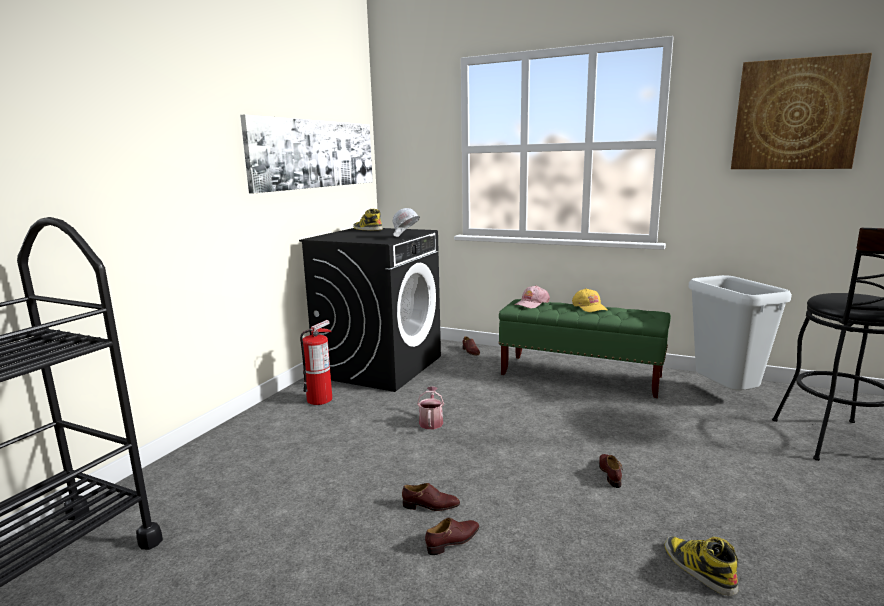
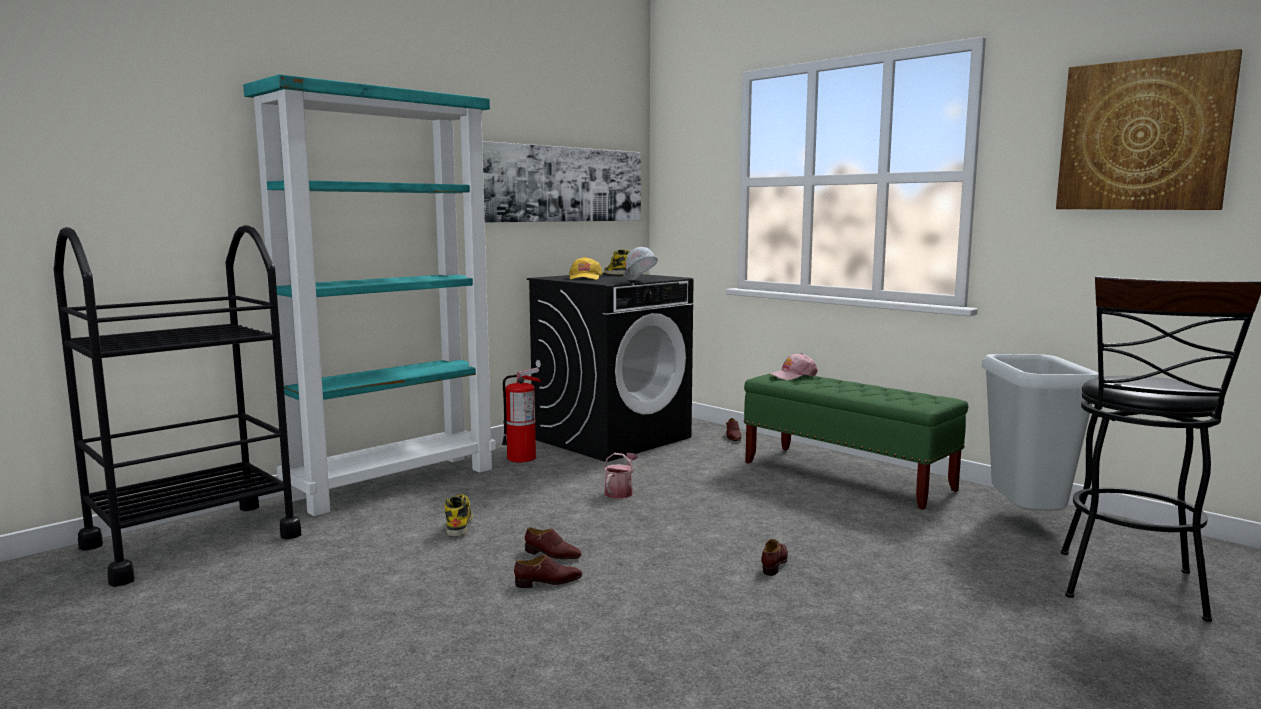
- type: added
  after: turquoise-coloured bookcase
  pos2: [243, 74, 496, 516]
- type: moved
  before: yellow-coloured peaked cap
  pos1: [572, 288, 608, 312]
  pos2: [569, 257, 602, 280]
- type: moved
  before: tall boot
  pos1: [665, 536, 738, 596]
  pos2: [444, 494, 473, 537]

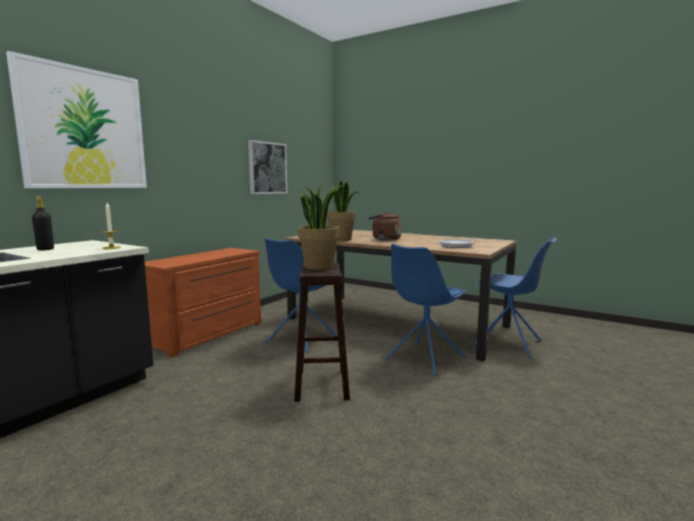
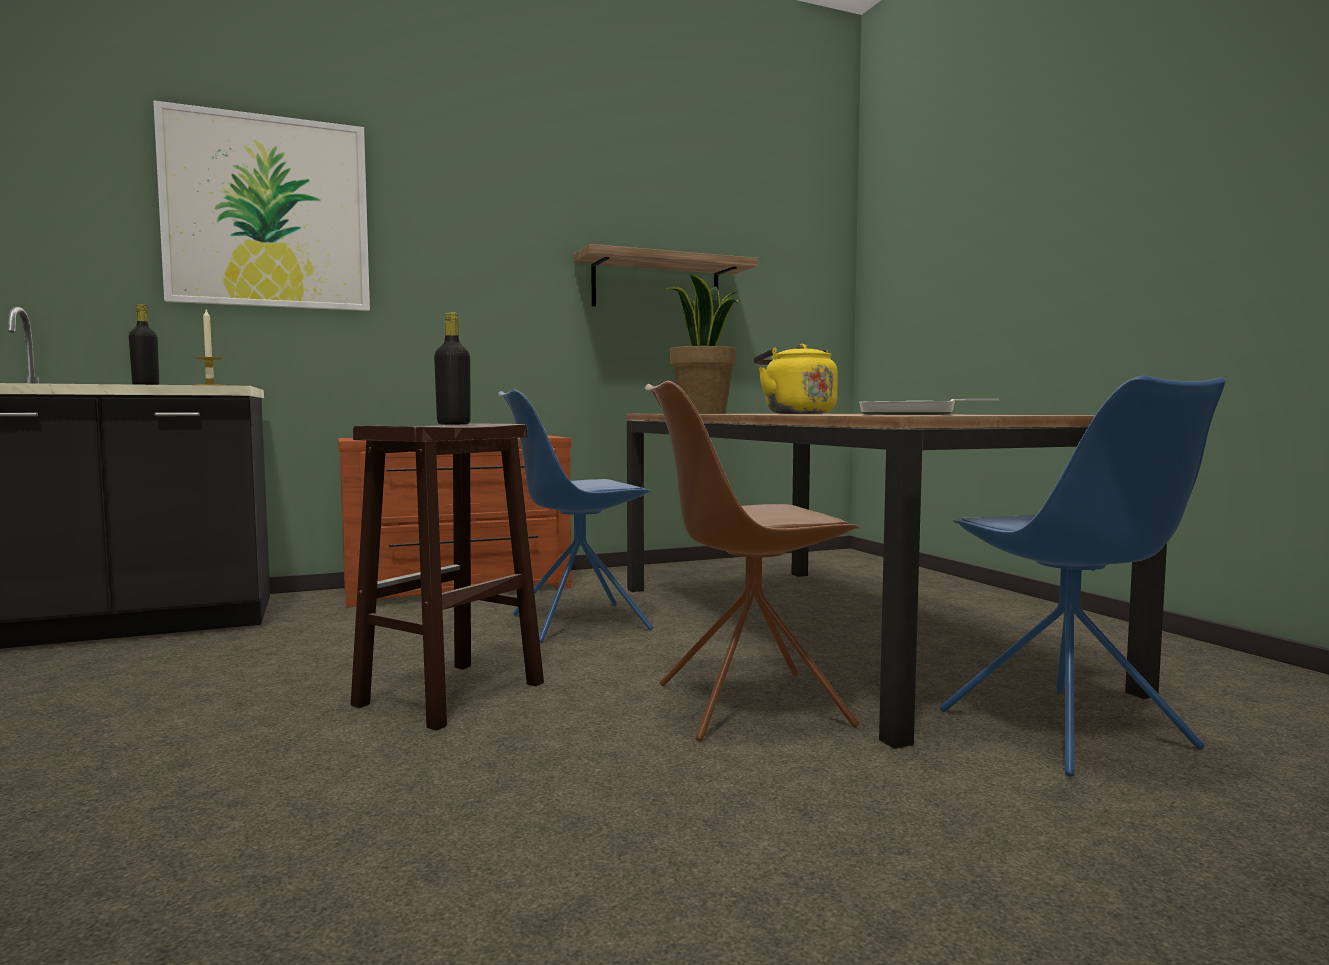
- type: replaced
  before: wall picture
  after: shelf
  pos1: [248, 140, 287, 194]
  pos2: [573, 244, 758, 307]
- type: replaced
  before: houseplant
  after: black-coloured beverage bottle
  pos1: [295, 184, 344, 270]
  pos2: [434, 312, 471, 425]
- type: recoloured
  before: brown water kettle
  after: yellow-coloured water kettle
  pos1: [368, 212, 401, 241]
  pos2: [754, 344, 838, 414]
- type: recoloured
  before: blue plain chair
  after: brown plain chair
  pos1: [385, 244, 466, 376]
  pos2: [645, 381, 860, 742]

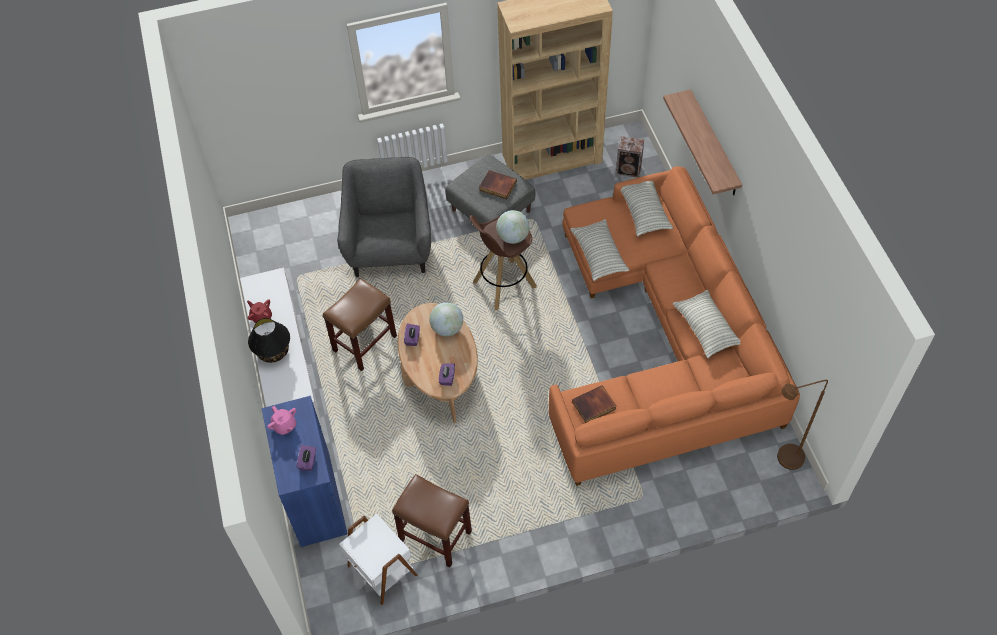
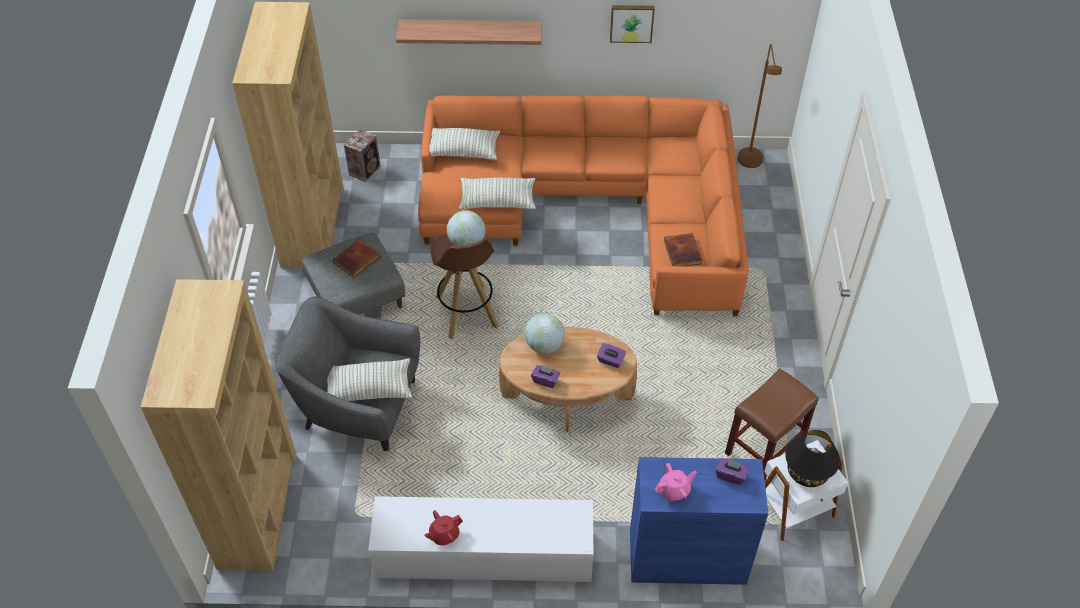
- type: removed
  before: brown sitting stool
  pos1: [323, 278, 397, 371]
- type: added
  after: brown bookcase
  pos2: [141, 279, 296, 570]
- type: added
  after: wall picture
  pos2: [610, 5, 655, 43]
- type: moved
  before: black-coloured lamp for a table
  pos1: [248, 318, 290, 363]
  pos2: [785, 430, 840, 487]
- type: moved
  before: throw pillow
  pos1: [673, 290, 740, 358]
  pos2: [327, 358, 412, 401]

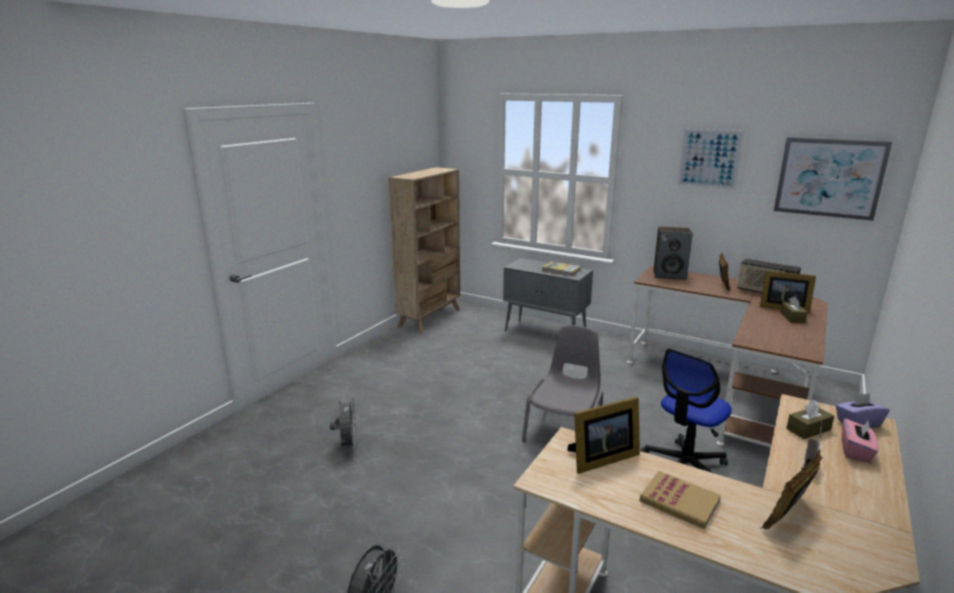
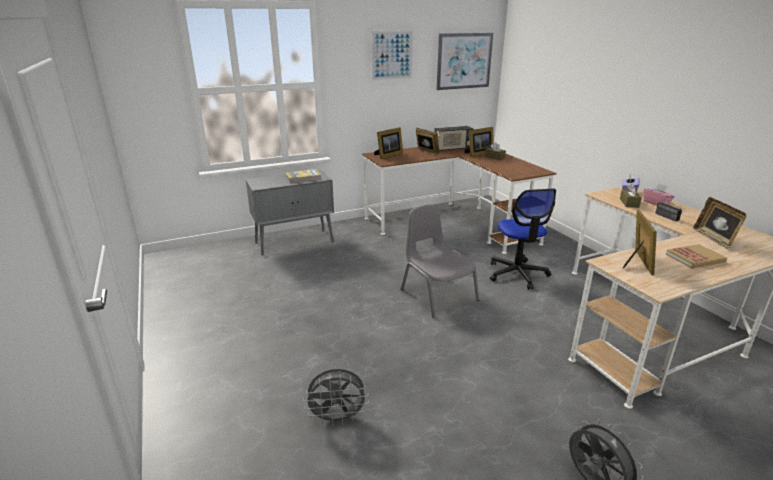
- type: removed
  before: sand-coloured bookcase
  pos1: [388, 167, 460, 333]
- type: replaced
  before: audio speaker
  after: standing frame
  pos1: [654, 227, 693, 280]
  pos2: [374, 127, 403, 159]
- type: turned
  before: greyish cooling fan
  pos1: [330, 396, 357, 451]
  pos2: [303, 369, 369, 425]
  turn: 150

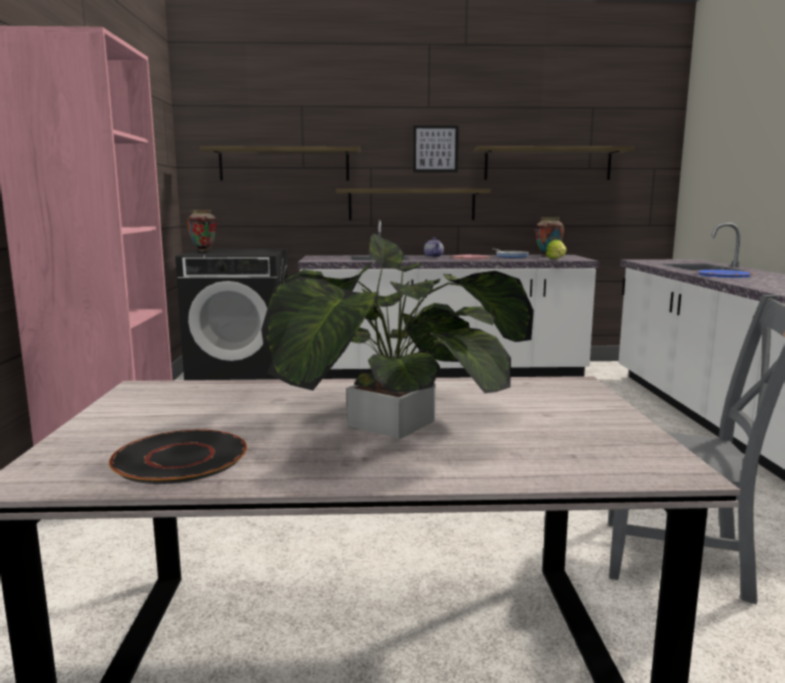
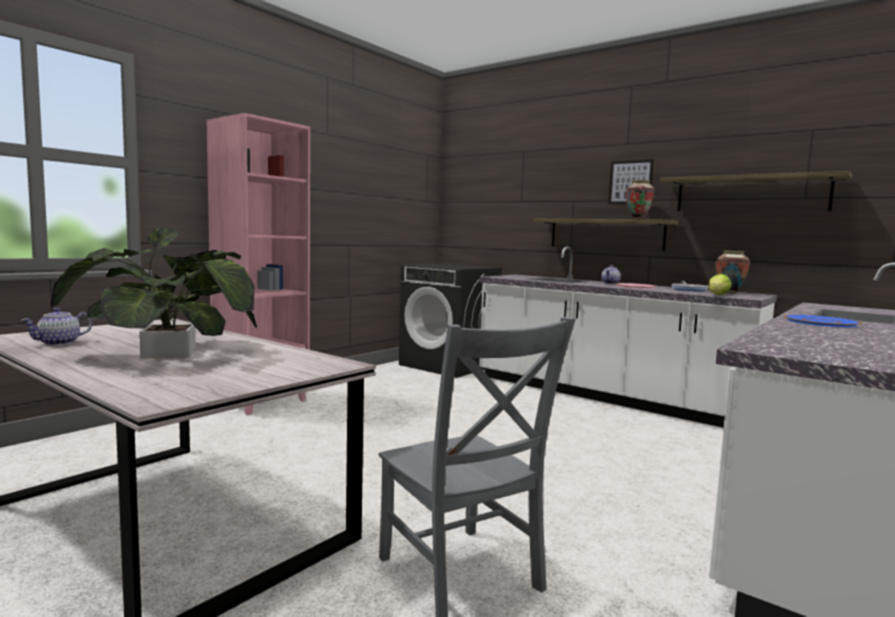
- type: removed
  before: shelf
  pos1: [200, 146, 360, 181]
- type: moved
  before: flower vase
  pos1: [187, 210, 217, 251]
  pos2: [626, 180, 655, 219]
- type: replaced
  before: black-coloured dinner plate
  after: pot for tea
  pos1: [109, 430, 247, 484]
  pos2: [21, 308, 92, 345]

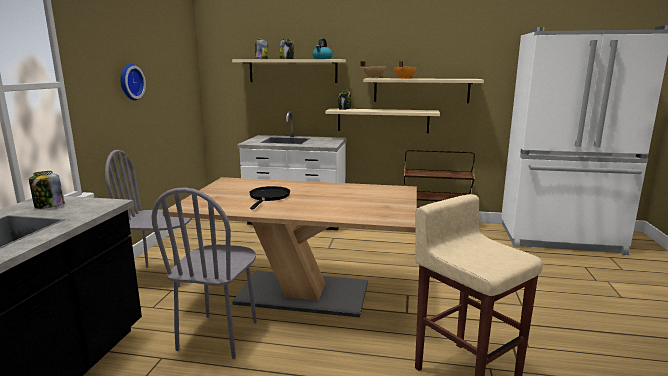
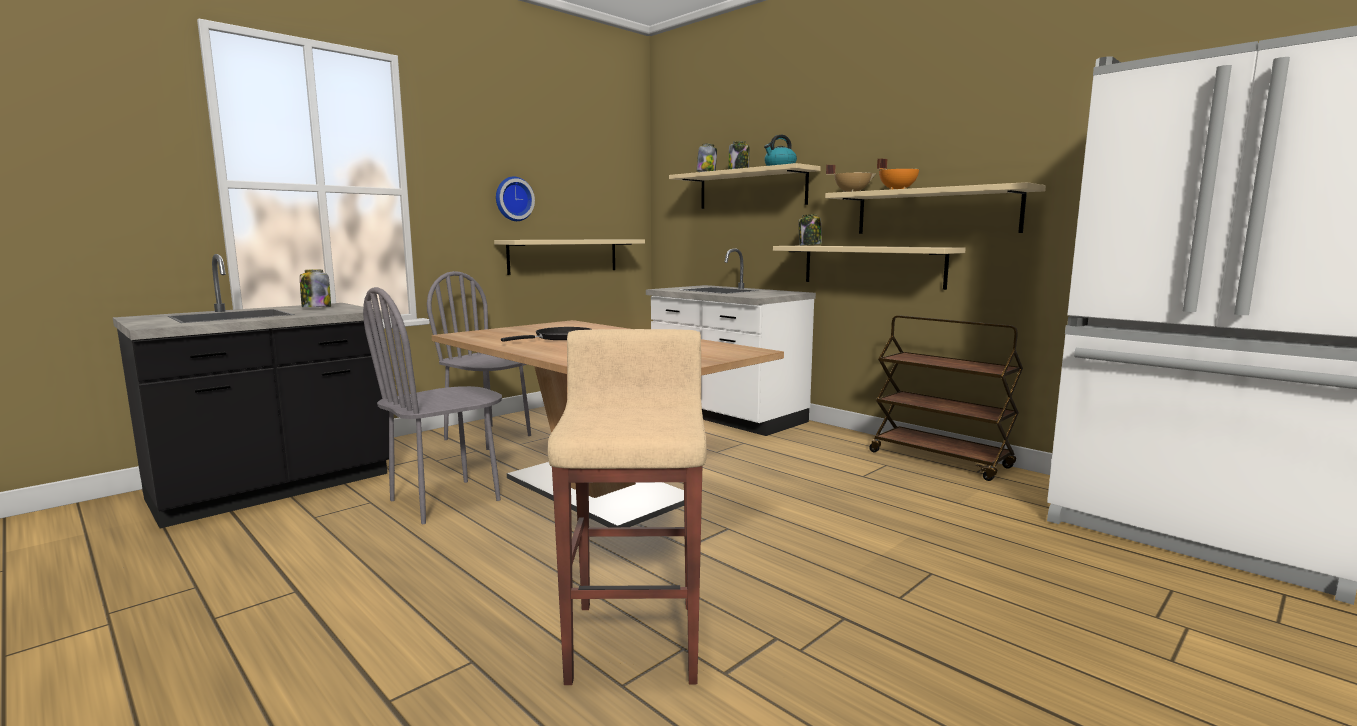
- type: added
  after: sand-coloured shelf
  pos2: [494, 239, 645, 275]

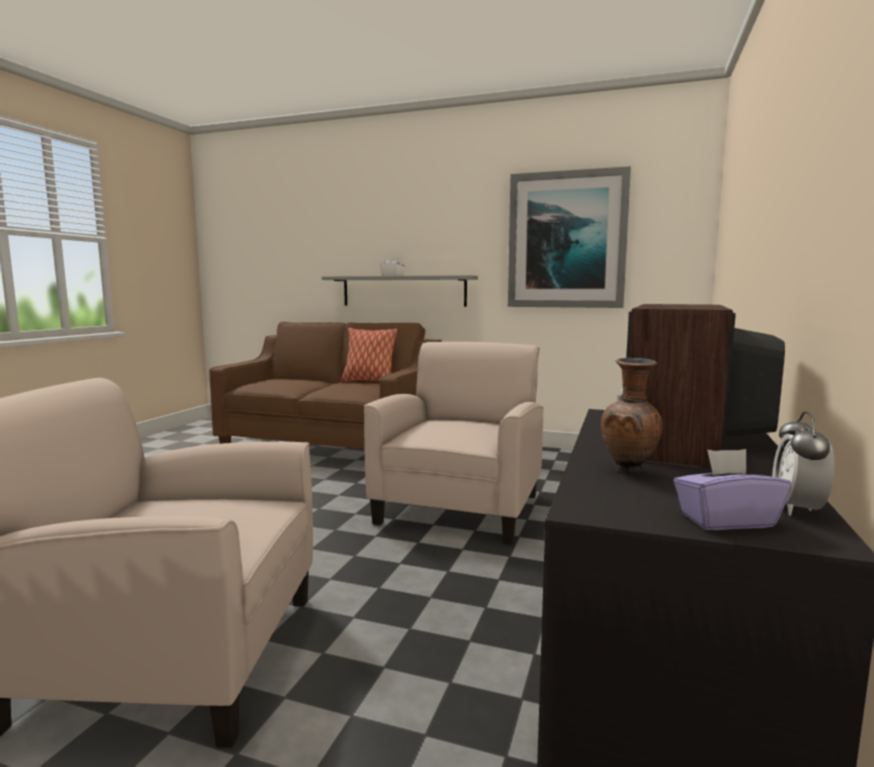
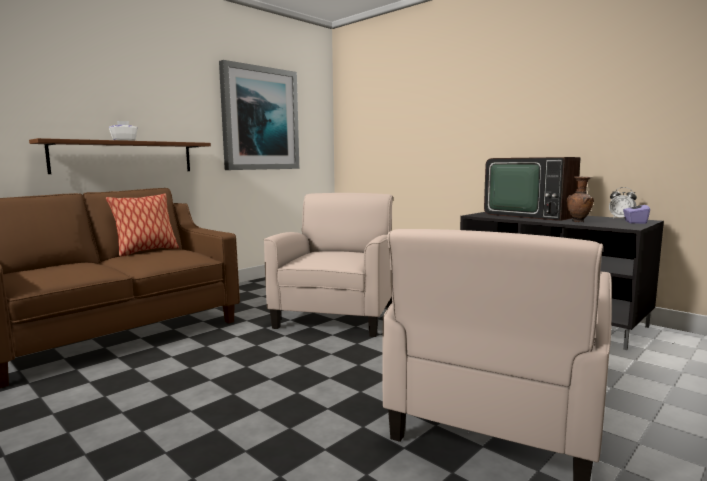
- type: recoloured
  before: greyish shelf
  after: brown shelf
  pos1: [322, 275, 478, 307]
  pos2: [29, 138, 211, 174]
- type: turned
  before: sand-coloured armchair
  pos1: [364, 342, 544, 545]
  pos2: [264, 193, 393, 337]
  turn: 60

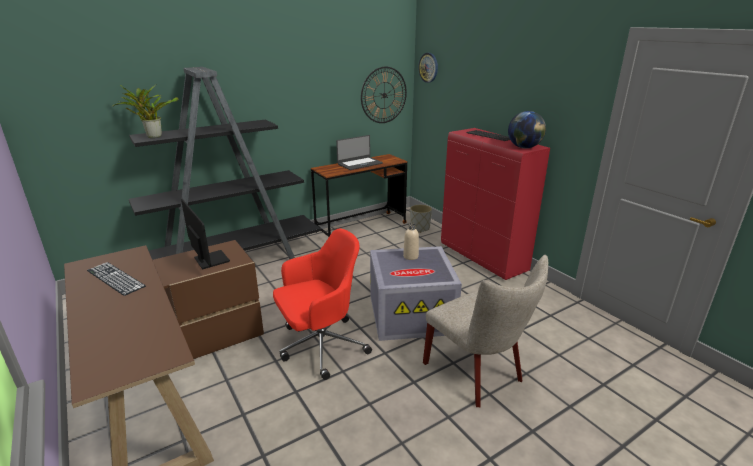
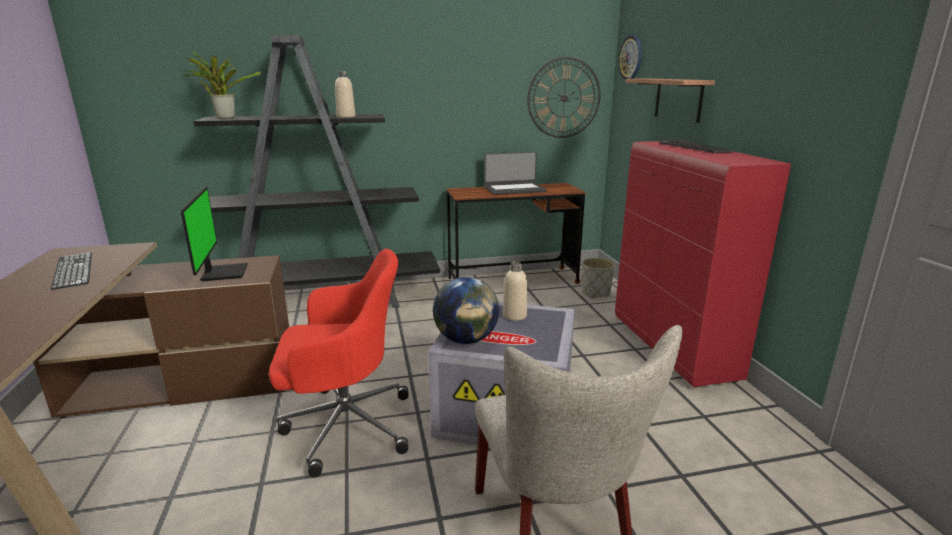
- type: added
  after: sand-coloured beverage bottle
  pos2: [335, 71, 355, 118]
- type: added
  after: shelf
  pos2: [625, 79, 715, 123]
- type: moved
  before: world globe
  pos1: [508, 111, 546, 148]
  pos2: [433, 277, 499, 344]

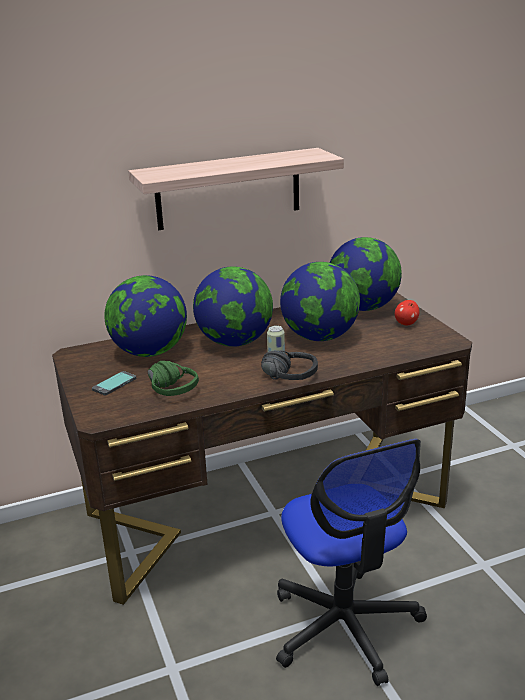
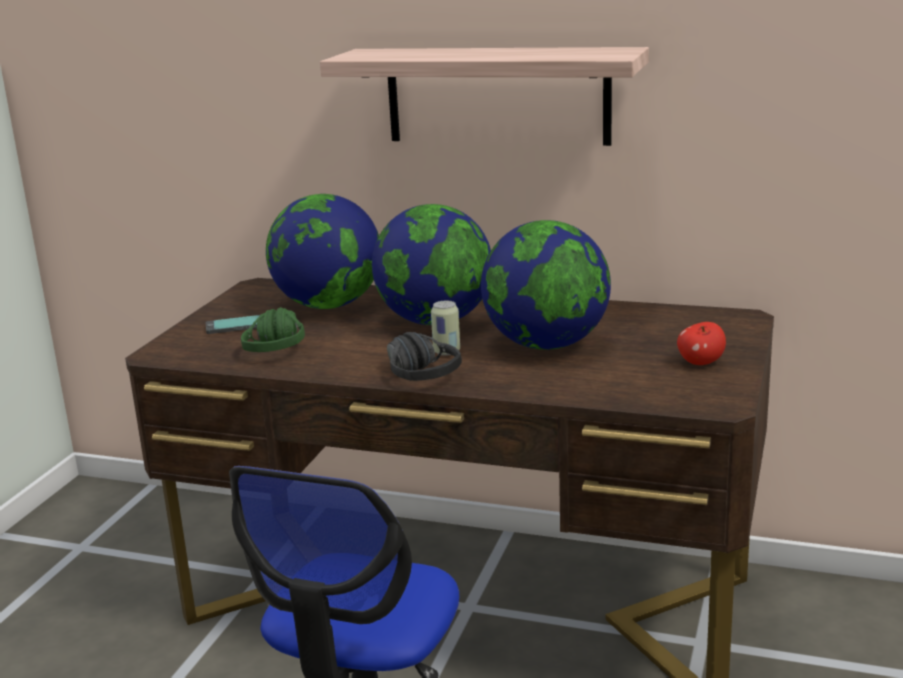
- type: removed
  before: world globe
  pos1: [330, 237, 402, 311]

